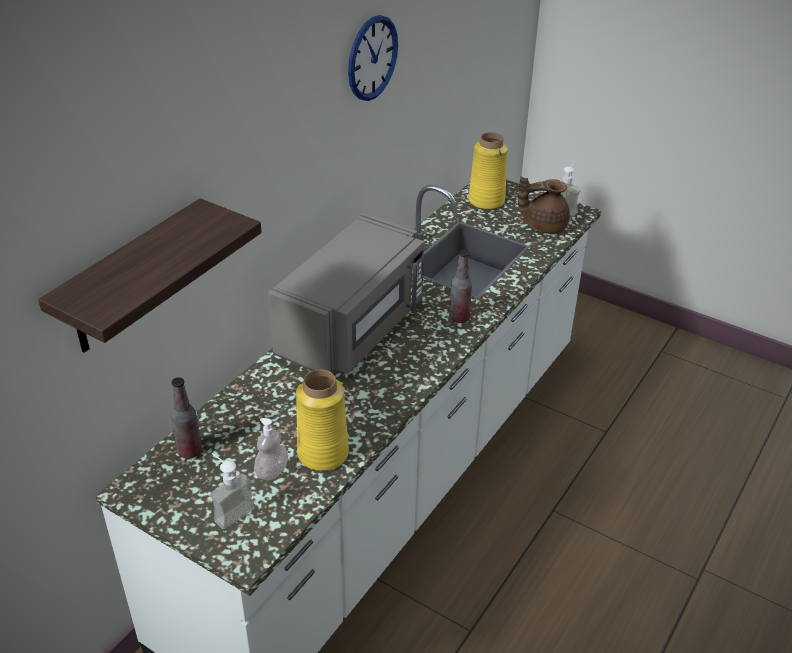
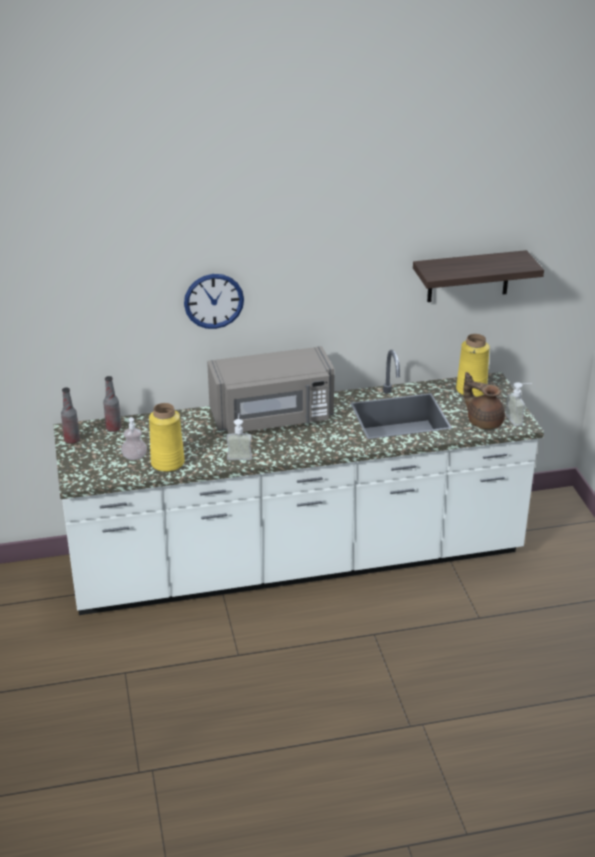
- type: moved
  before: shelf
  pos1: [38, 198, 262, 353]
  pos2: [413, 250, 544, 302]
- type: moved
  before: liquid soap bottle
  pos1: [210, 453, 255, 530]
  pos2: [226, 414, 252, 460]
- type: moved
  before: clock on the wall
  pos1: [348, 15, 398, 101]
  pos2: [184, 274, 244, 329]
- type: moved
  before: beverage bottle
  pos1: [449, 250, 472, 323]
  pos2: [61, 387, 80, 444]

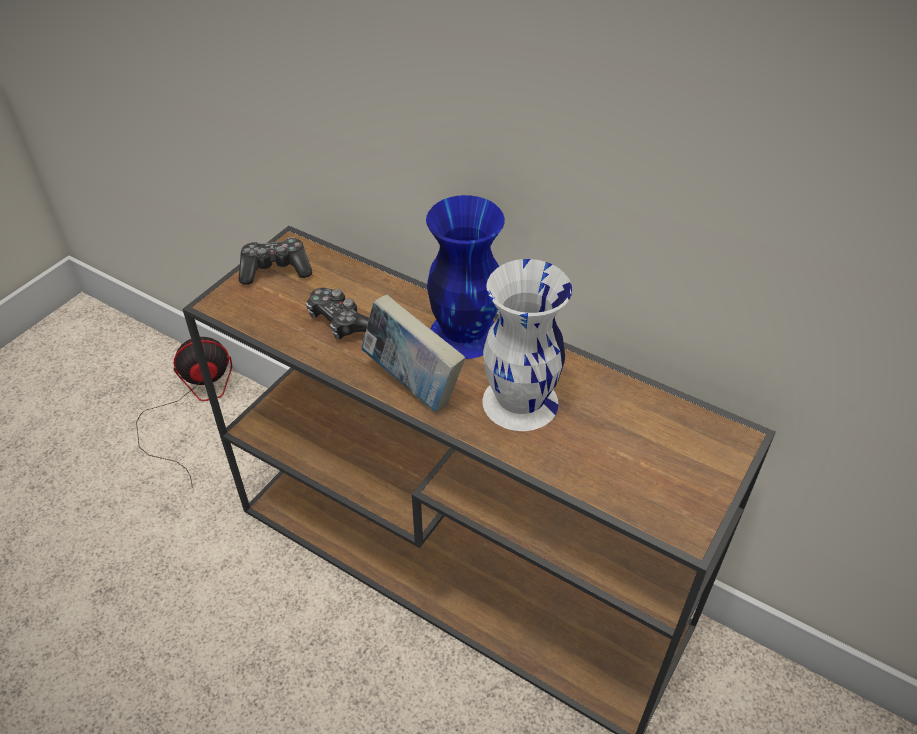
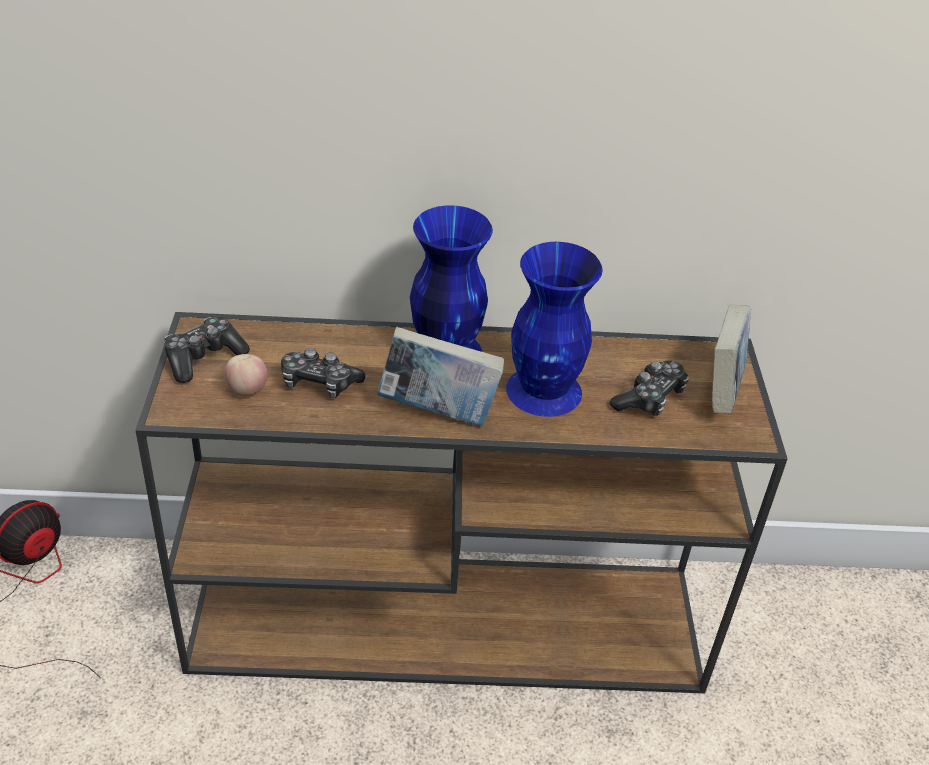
- type: added
  after: apple
  pos2: [225, 354, 268, 396]
- type: added
  after: joypad
  pos2: [610, 360, 689, 416]
- type: added
  after: volume
  pos2: [712, 304, 751, 414]
- type: recoloured
  before: whitish flower vase
  after: blue flower vase
  pos1: [482, 259, 572, 431]
  pos2: [506, 242, 603, 417]

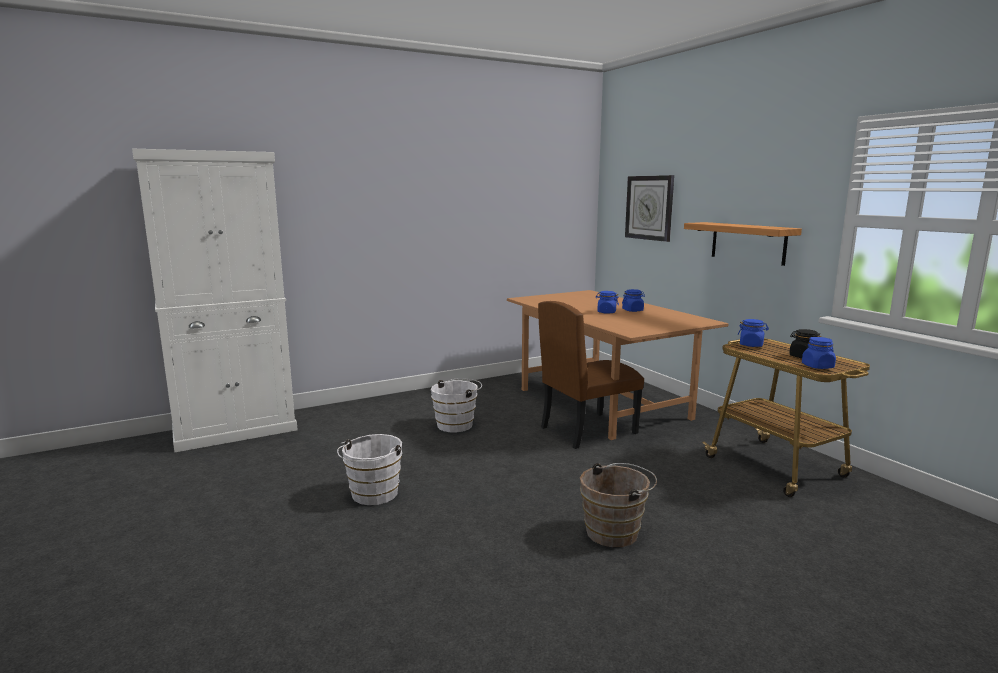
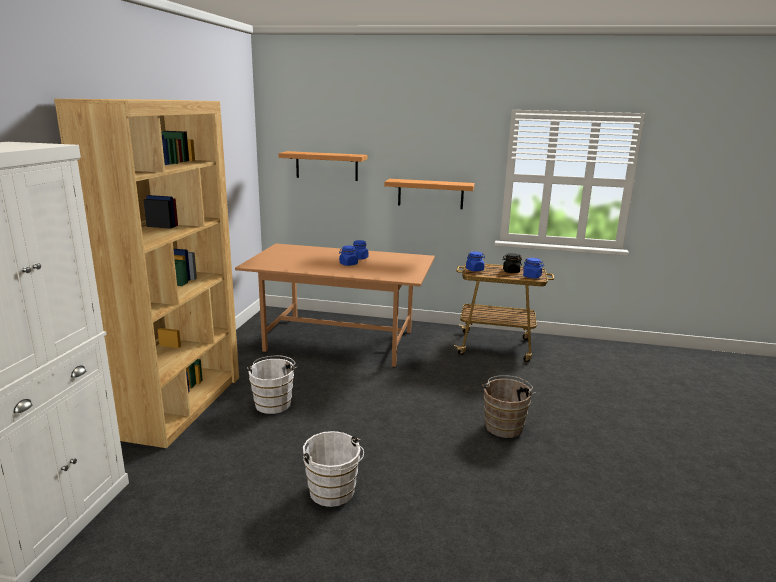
- type: removed
  before: brown plain chair
  pos1: [538, 301, 644, 449]
- type: added
  after: brown bookcase
  pos2: [54, 99, 239, 448]
- type: replaced
  before: clock on the wall
  after: shelf
  pos1: [625, 175, 674, 242]
  pos2: [278, 151, 367, 181]

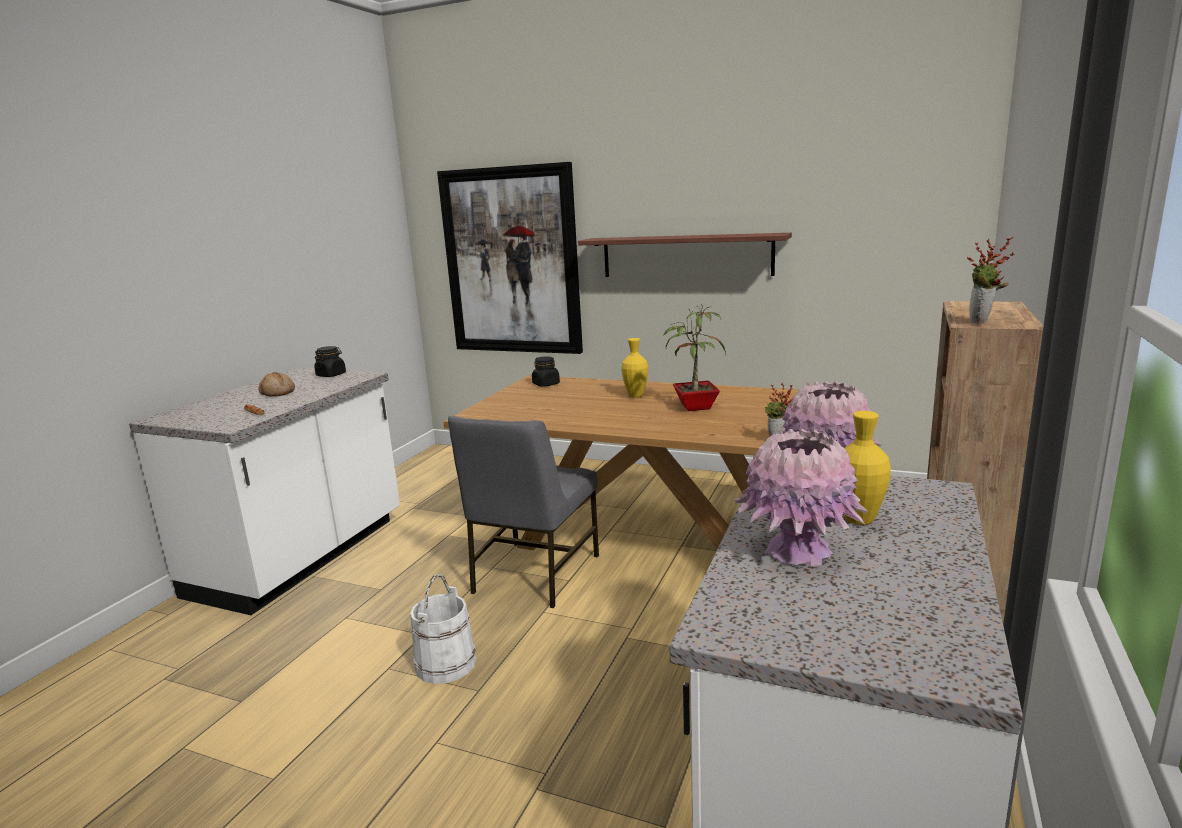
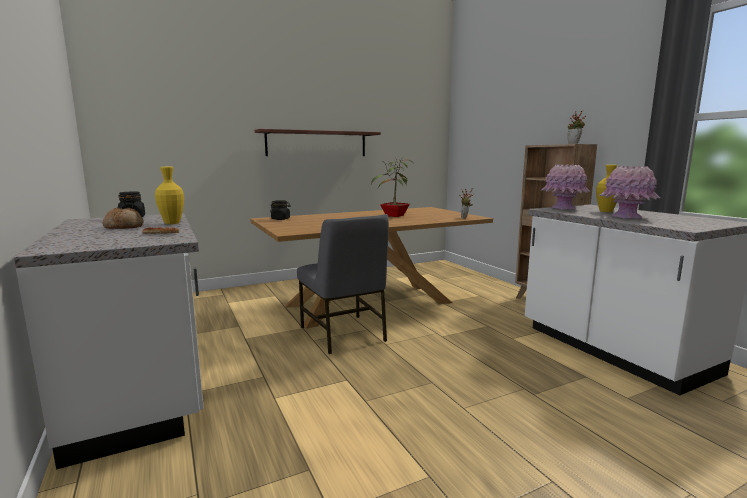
- type: removed
  before: whitish water bucket
  pos1: [410, 574, 476, 684]
- type: removed
  before: wall picture
  pos1: [437, 162, 583, 354]
- type: moved
  before: yellow-coloured flower vase
  pos1: [621, 338, 648, 397]
  pos2: [155, 167, 184, 224]

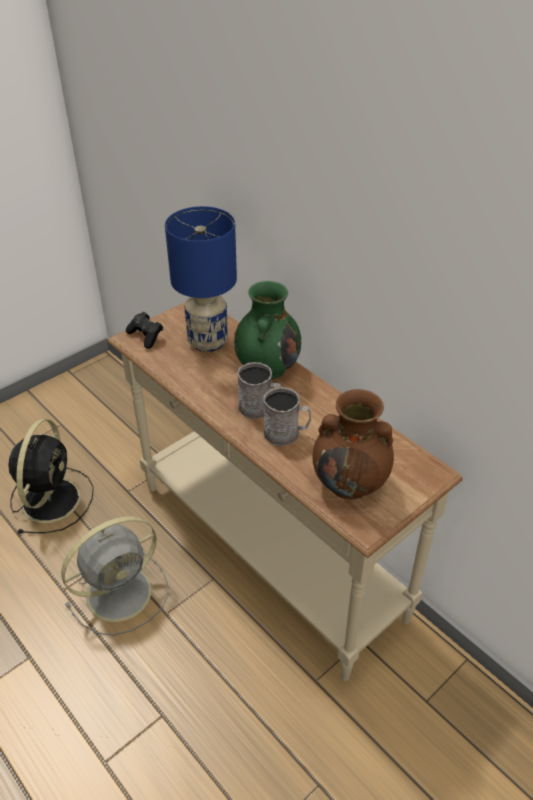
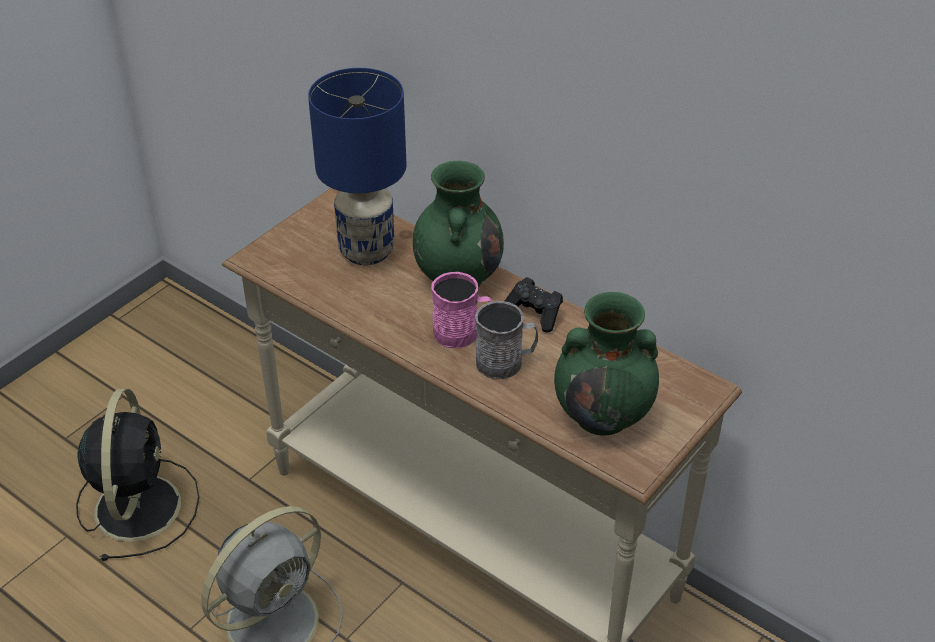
- type: moved
  before: black-coloured joypad
  pos1: [126, 312, 163, 349]
  pos2: [504, 277, 563, 332]
- type: recoloured
  before: greyish tea mug
  after: pink tea mug
  pos1: [237, 362, 282, 419]
  pos2: [431, 272, 492, 348]
- type: recoloured
  before: brown flower vase
  after: green flower vase
  pos1: [313, 389, 394, 499]
  pos2: [554, 292, 659, 435]

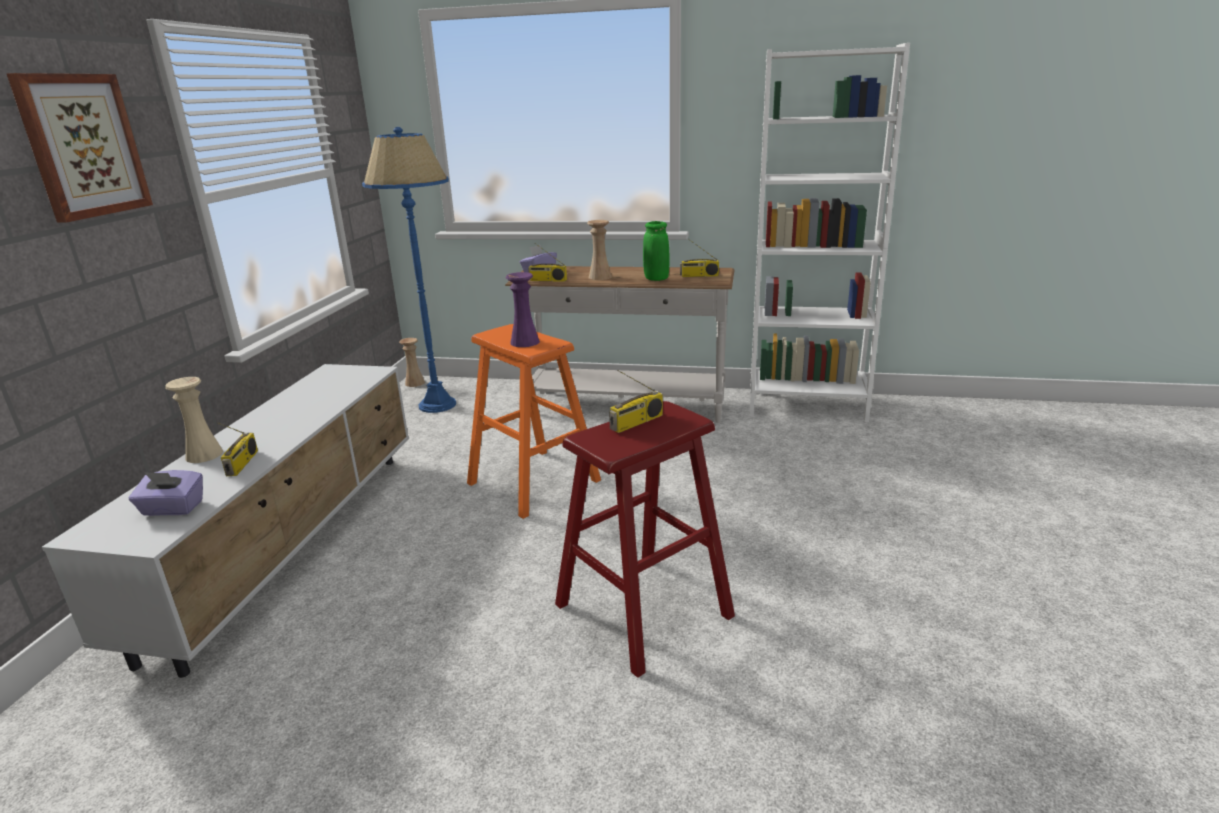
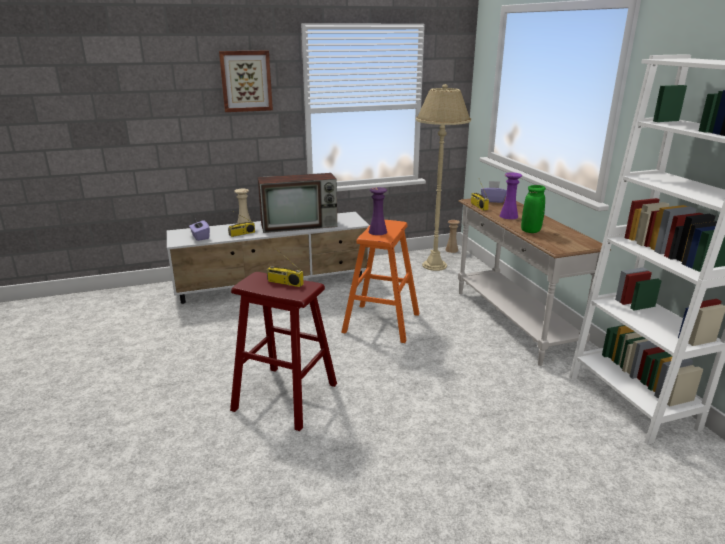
- type: removed
  before: radio set
  pos1: [680, 240, 719, 277]
- type: added
  after: TV set
  pos2: [258, 173, 337, 233]
- type: recoloured
  before: blue floor lamp
  after: sand-coloured floor lamp
  pos1: [362, 127, 456, 413]
  pos2: [416, 84, 471, 271]
- type: recoloured
  before: sand-coloured flower vase
  after: purple-coloured flower vase
  pos1: [587, 220, 612, 280]
  pos2: [500, 172, 522, 219]

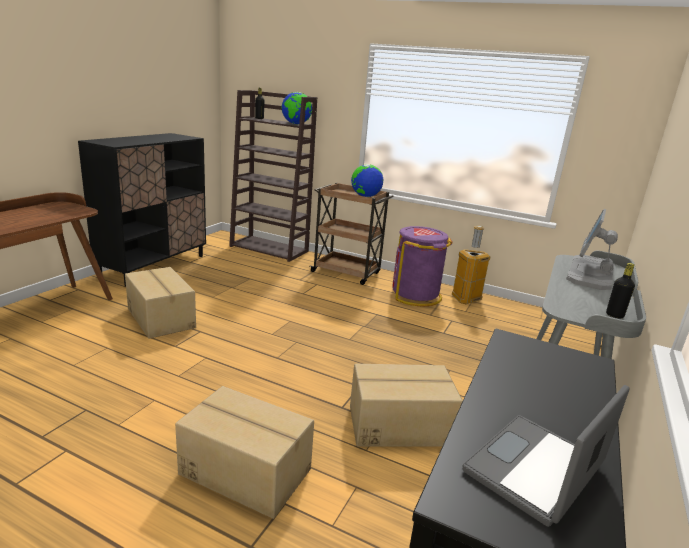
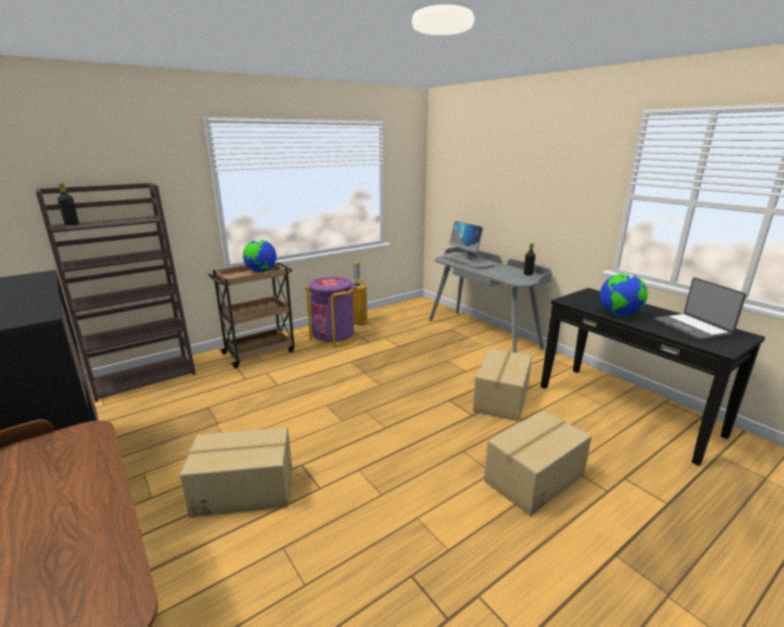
- type: moved
  before: world globe
  pos1: [281, 92, 312, 124]
  pos2: [600, 273, 648, 316]

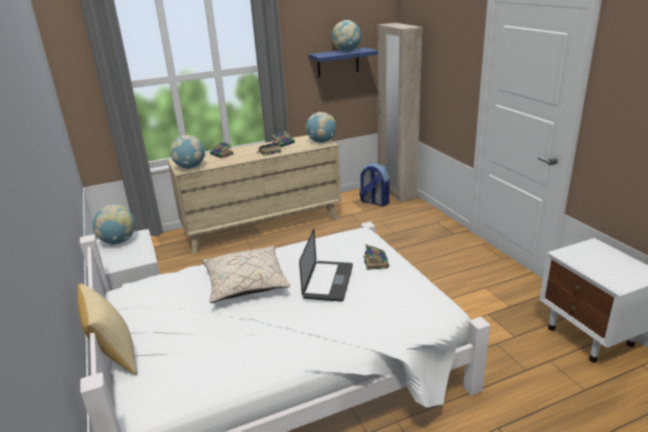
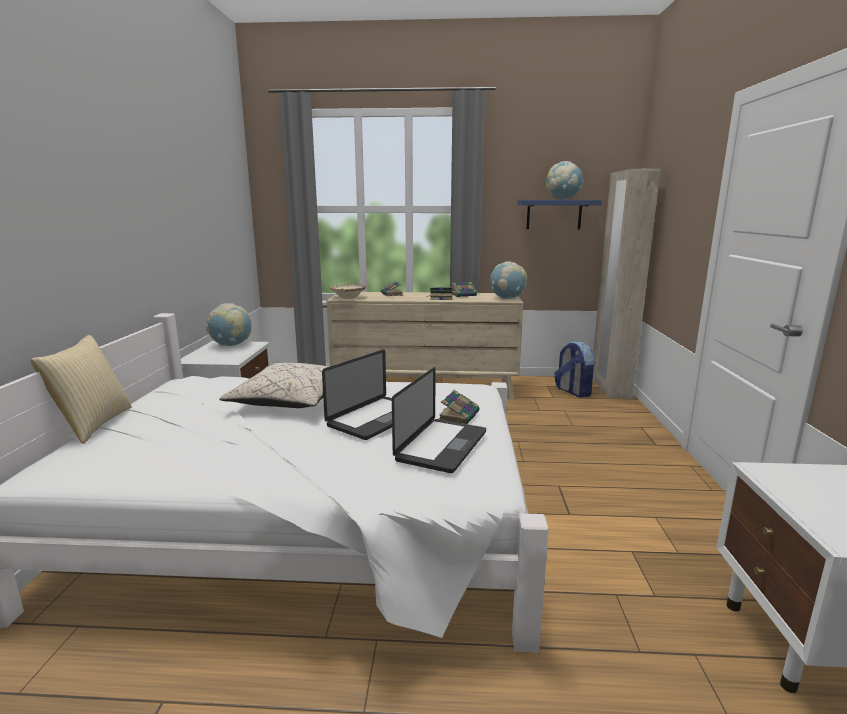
- type: added
  after: laptop
  pos2: [392, 367, 486, 473]
- type: replaced
  before: world globe
  after: sand-coloured serving bowl
  pos1: [170, 135, 205, 169]
  pos2: [329, 284, 367, 299]

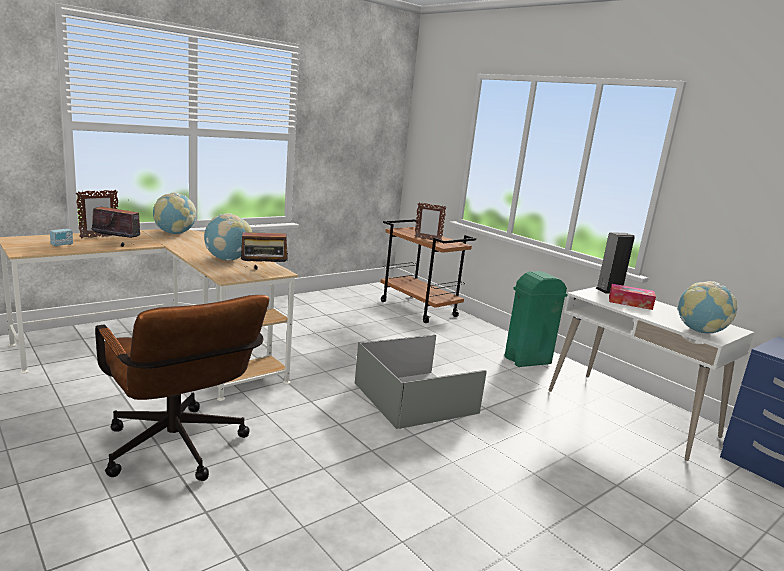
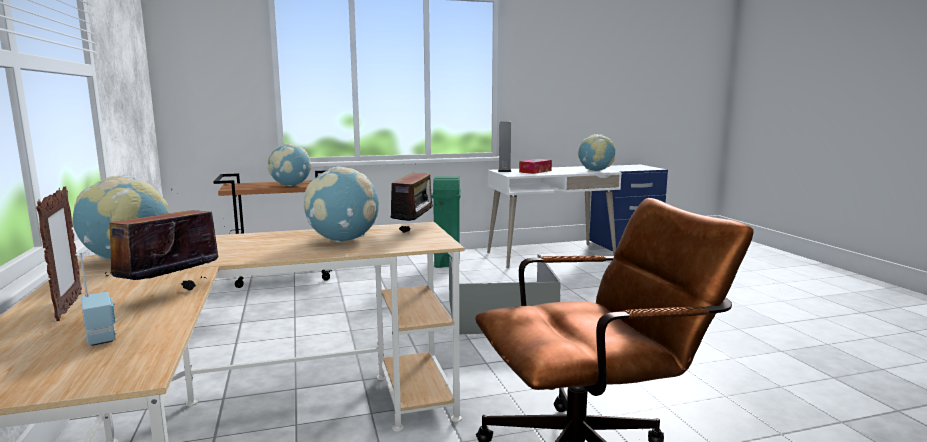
- type: replaced
  before: standing frame
  after: world globe
  pos1: [415, 202, 446, 241]
  pos2: [268, 144, 312, 186]

